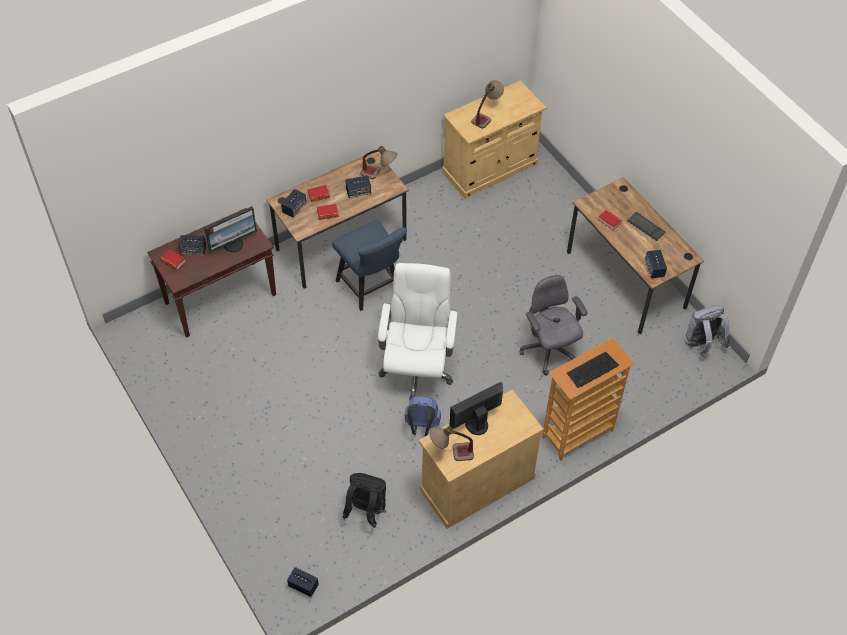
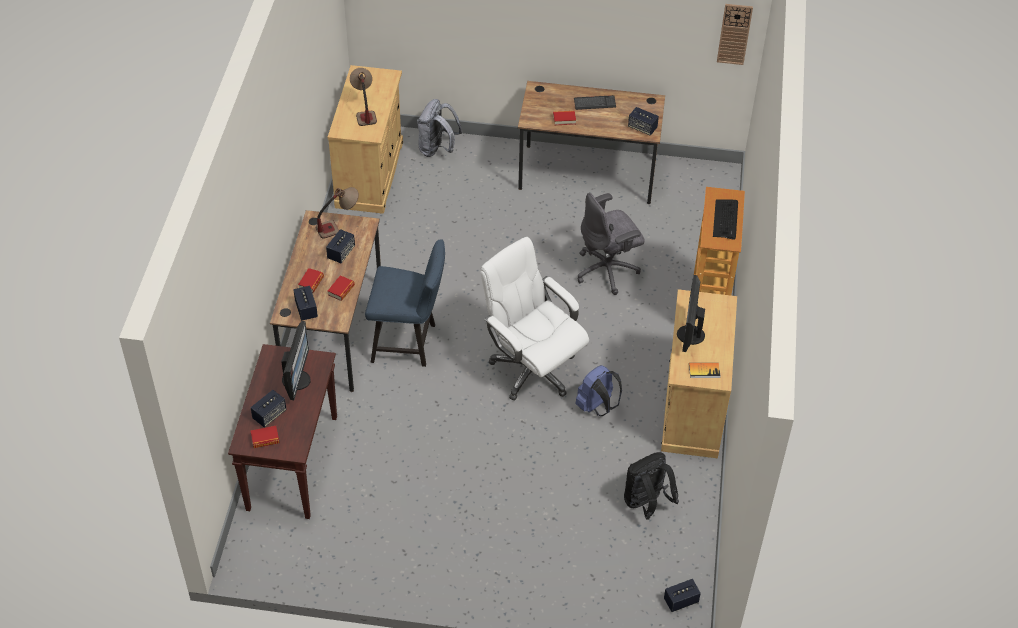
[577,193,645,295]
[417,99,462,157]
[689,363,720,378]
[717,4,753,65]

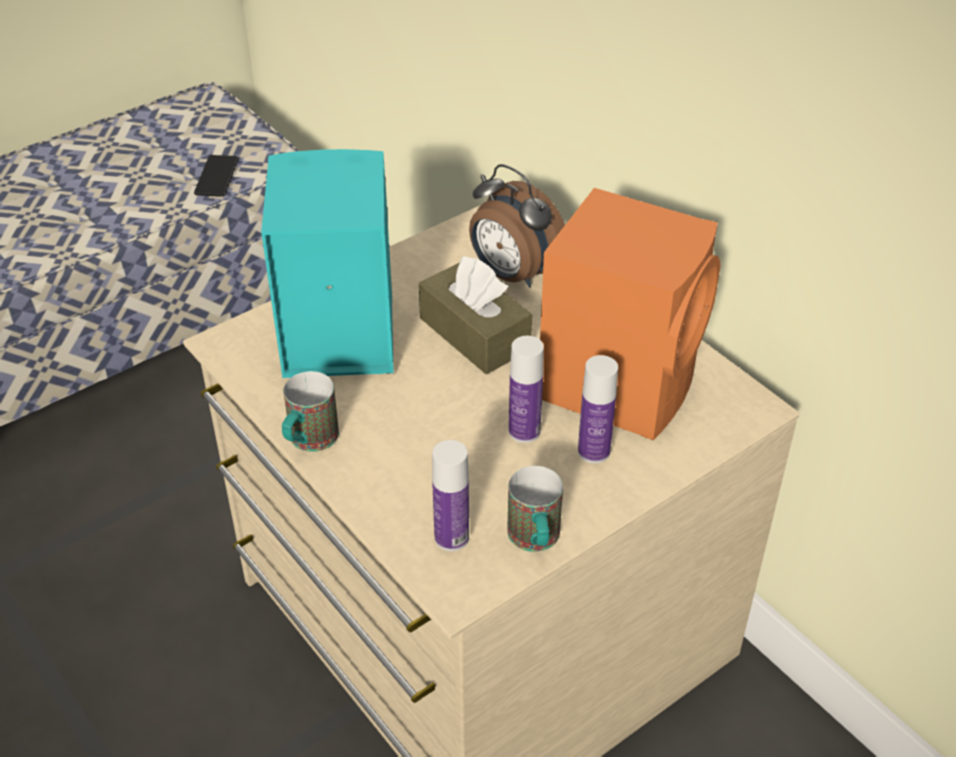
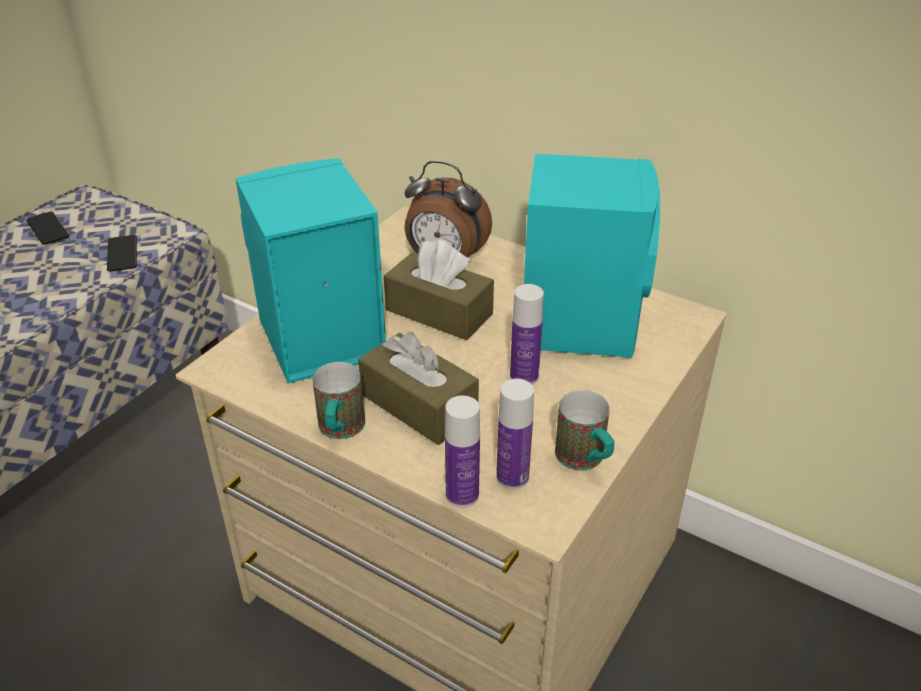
[524,154,660,358]
[445,395,480,508]
[26,211,70,245]
[358,332,479,445]

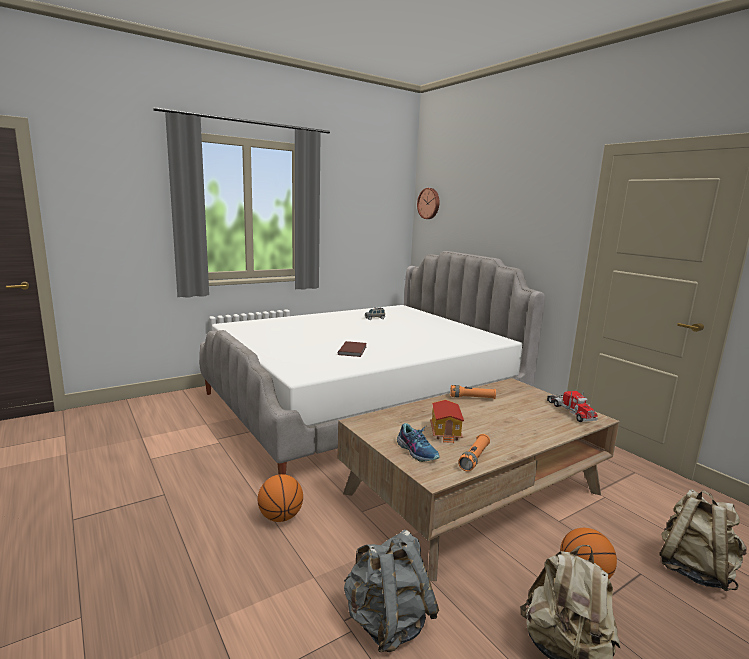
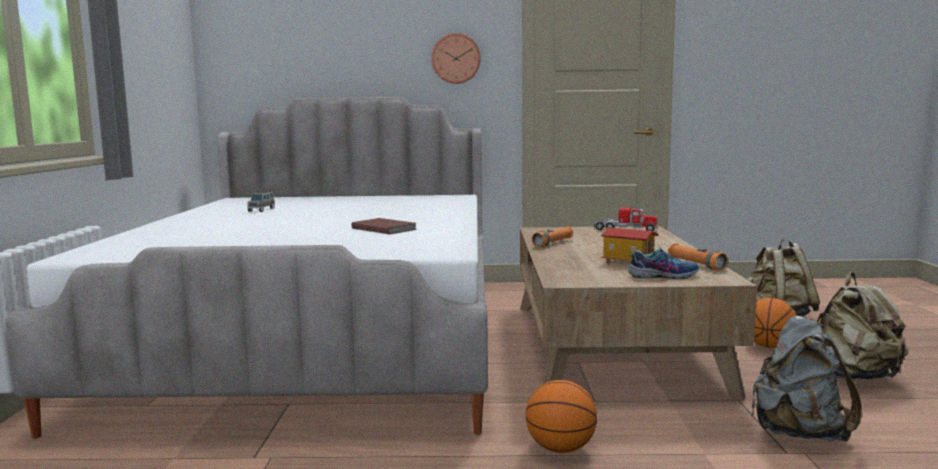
[432,33,481,84]

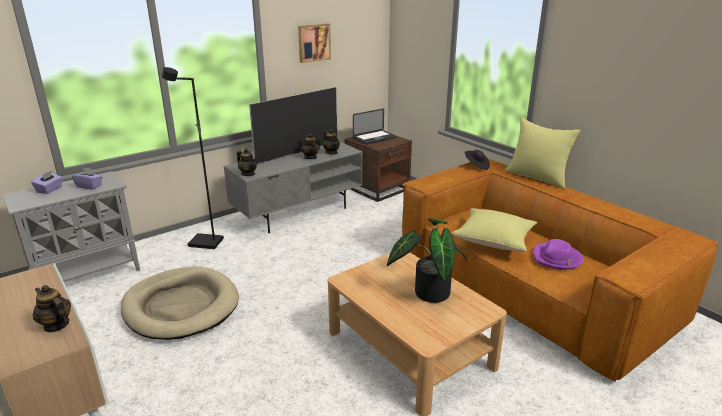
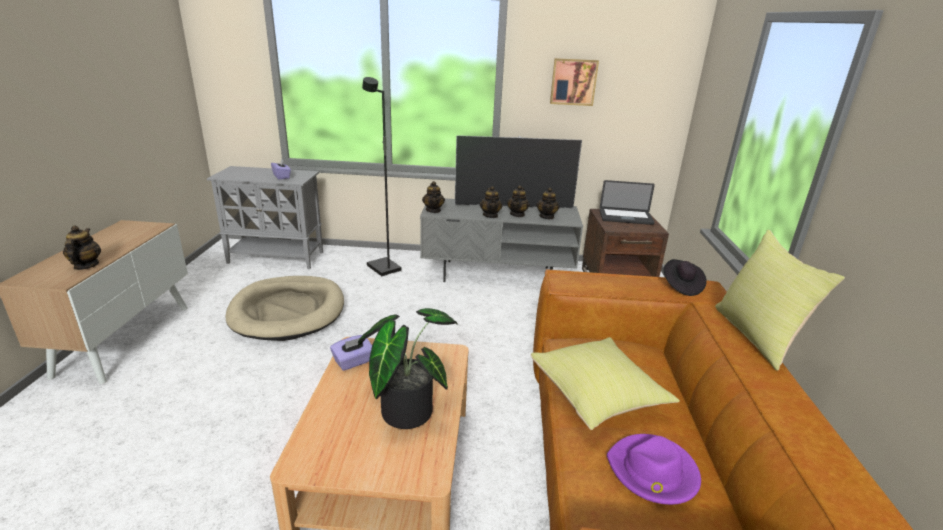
[330,335,372,371]
[480,186,503,218]

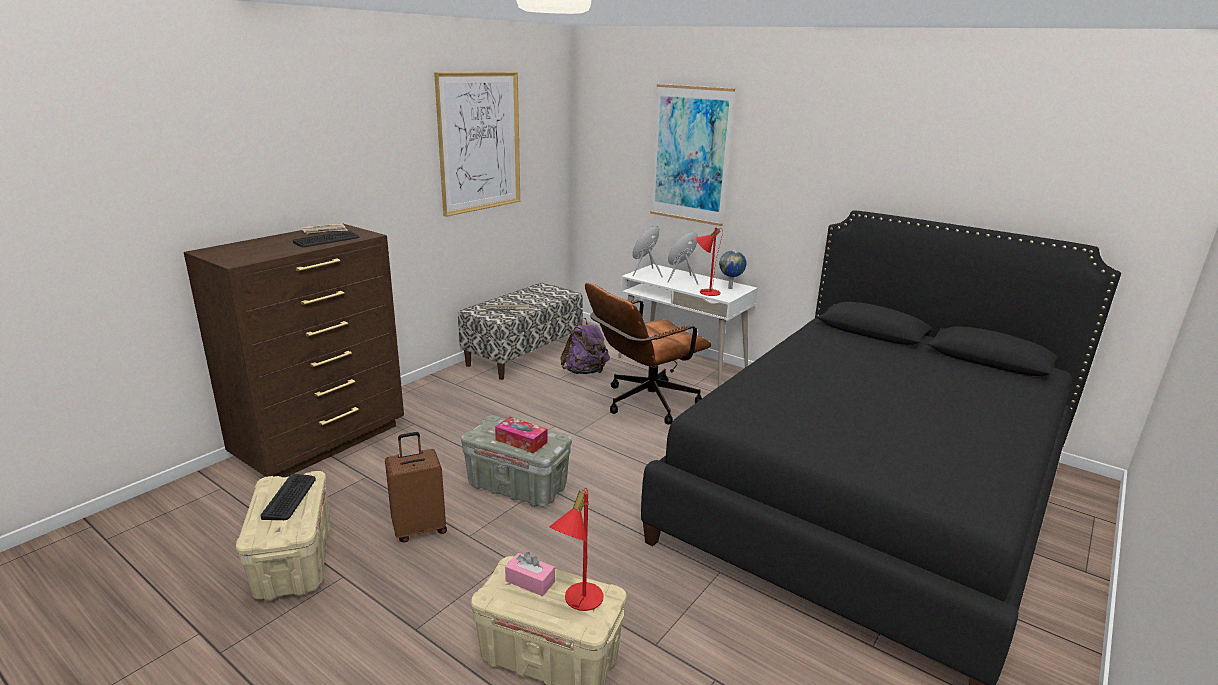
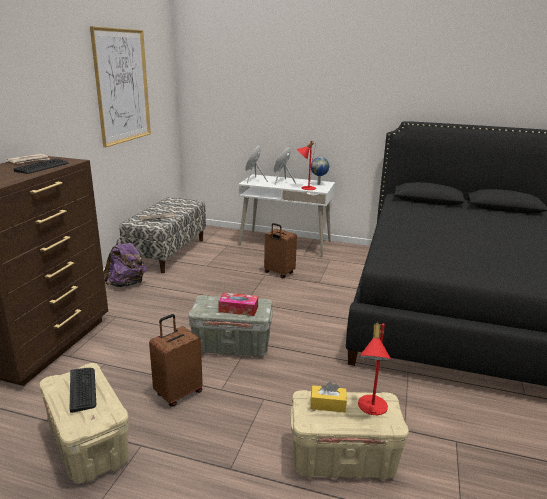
[650,84,735,226] (first image)
[264,223,297,278]
[104,238,147,287]
[311,382,347,412]

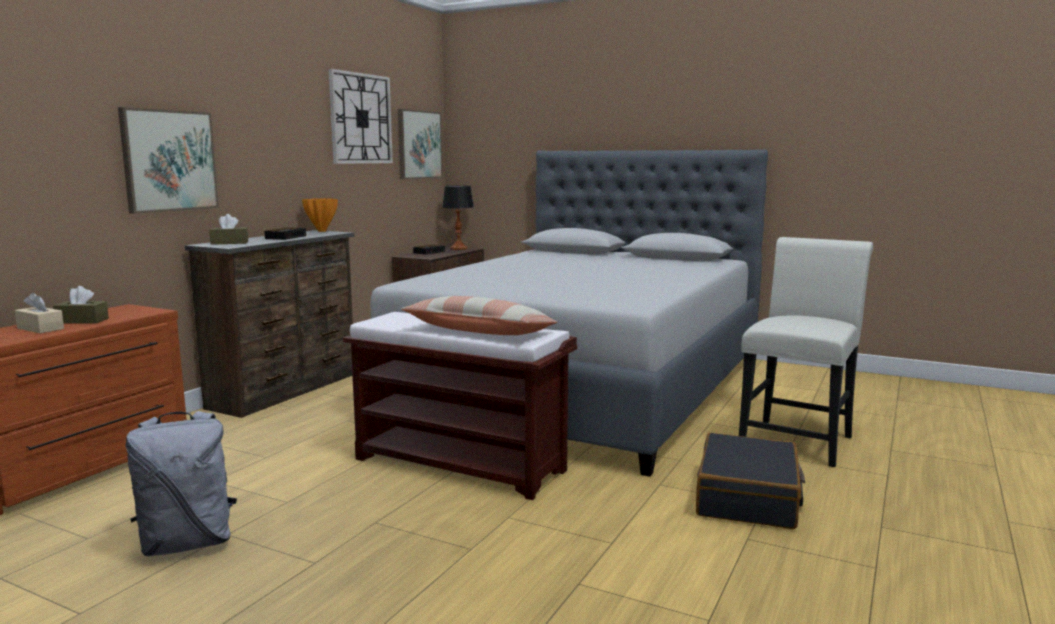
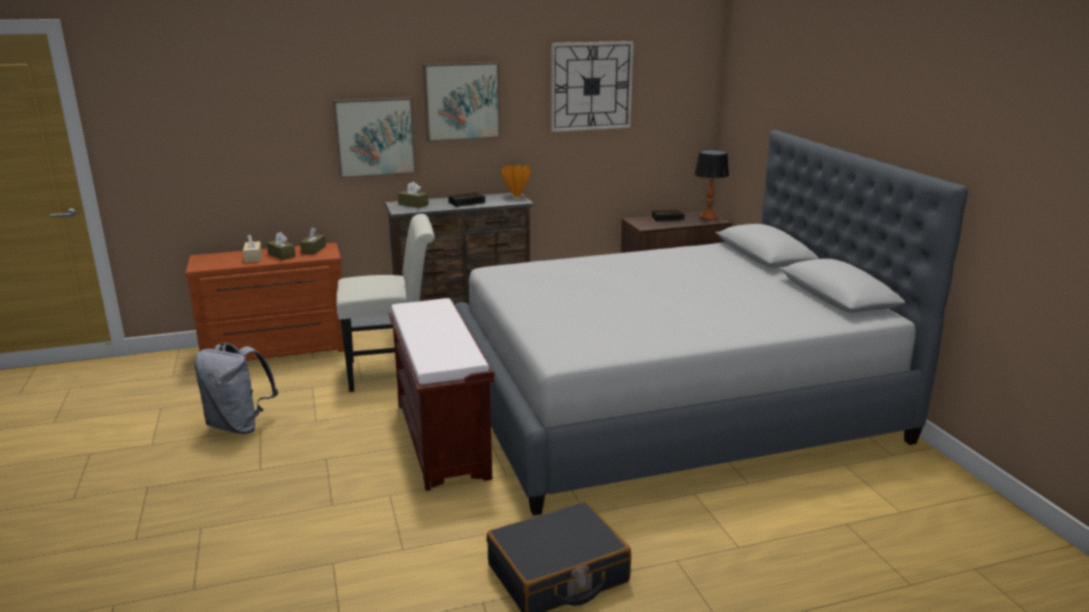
[423,62,501,142]
[336,214,435,392]
[401,296,558,335] (first image)
[300,227,326,254]

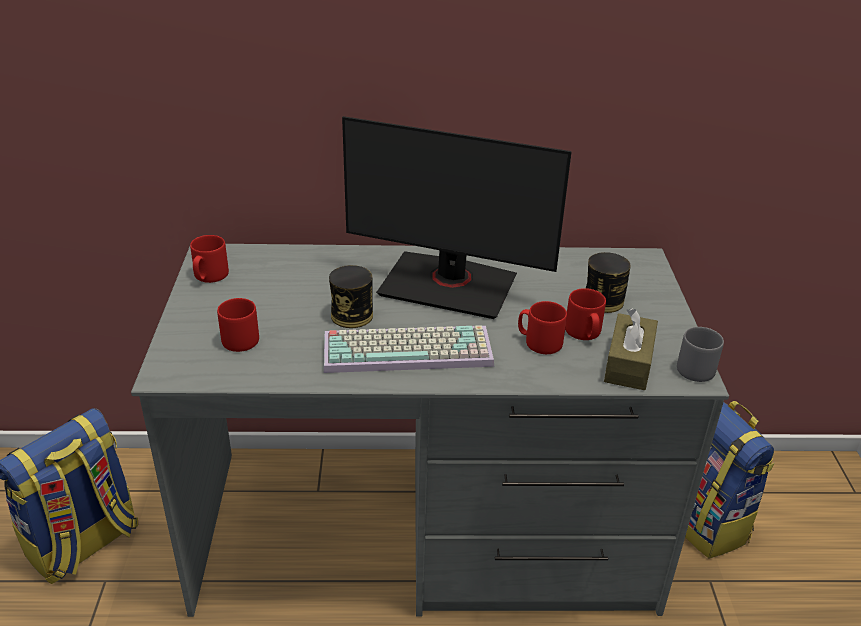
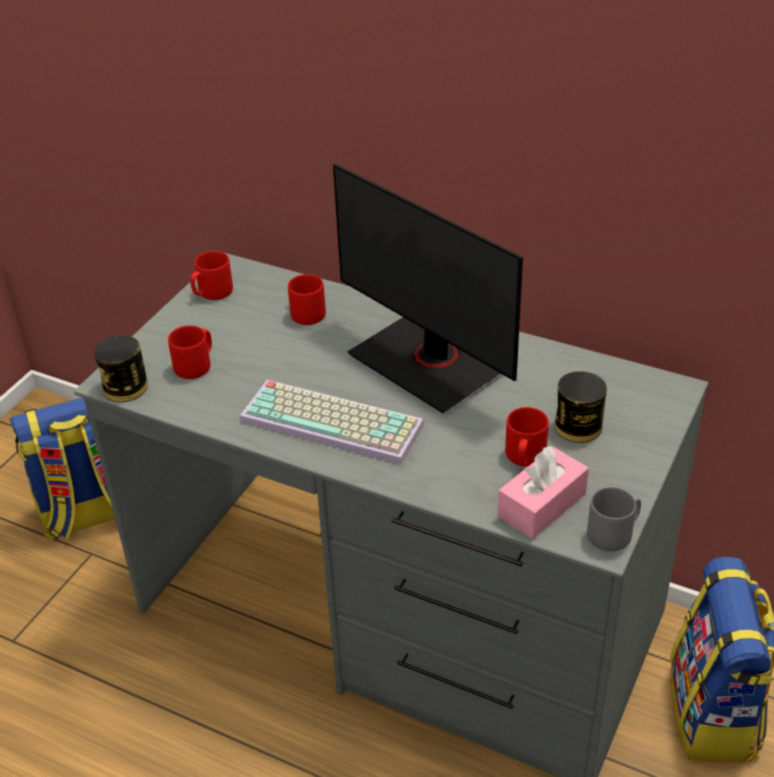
[93,335,148,402]
[288,274,326,325]
[498,446,589,539]

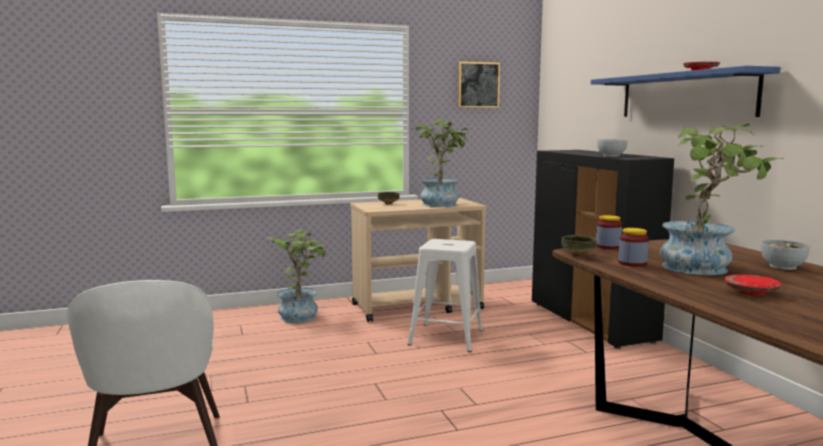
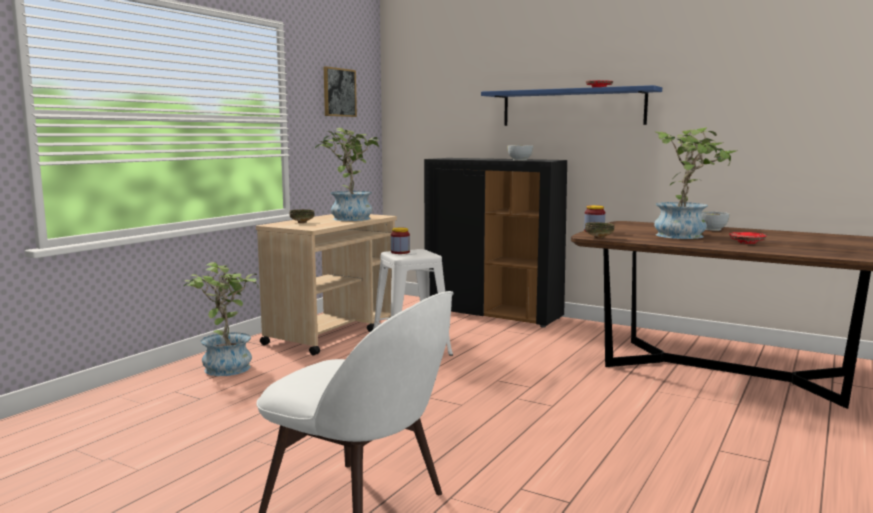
[391,228,410,254]

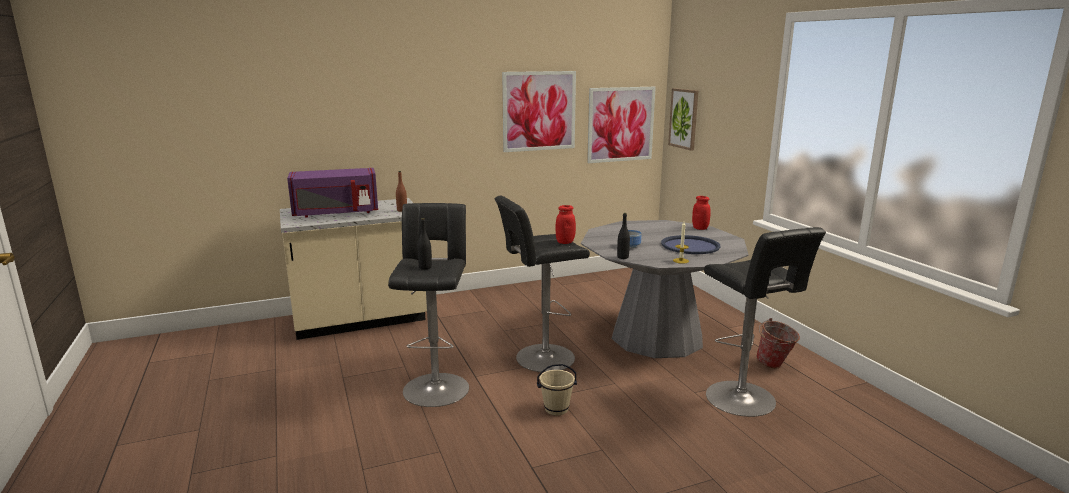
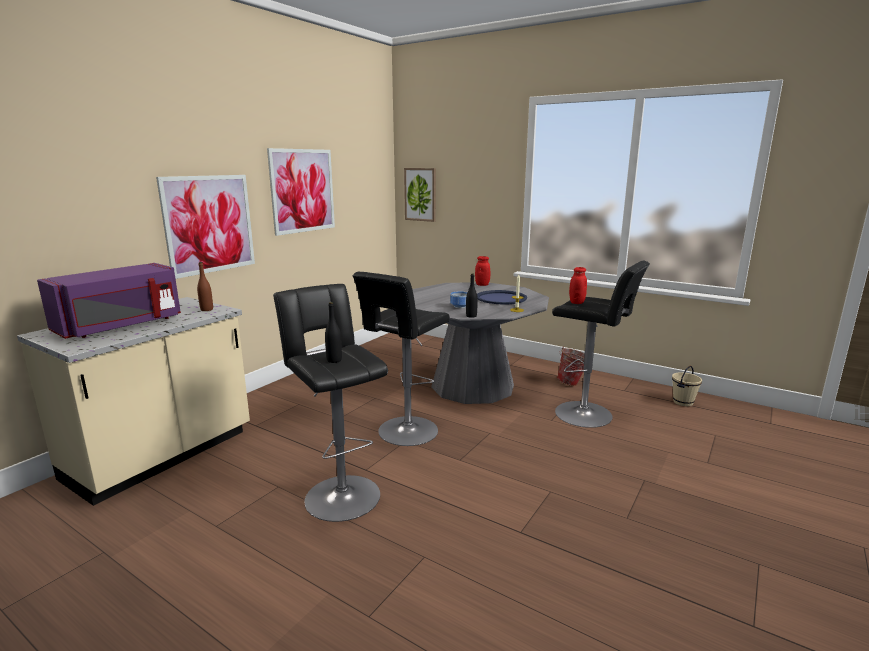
[156,175,255,279]
[569,267,587,304]
[672,366,702,406]

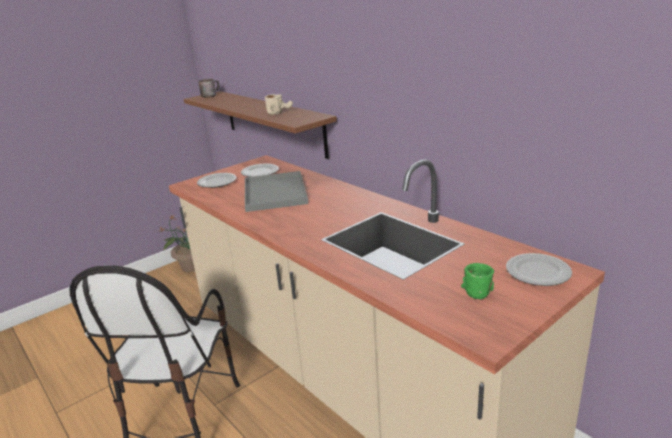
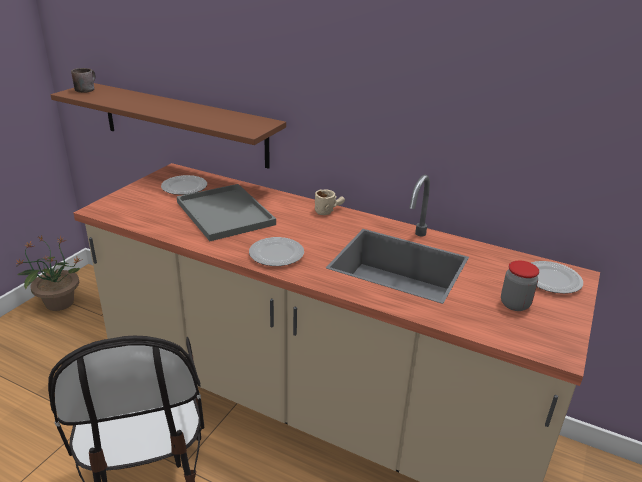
[315,190,345,215]
[249,237,304,266]
[501,261,539,311]

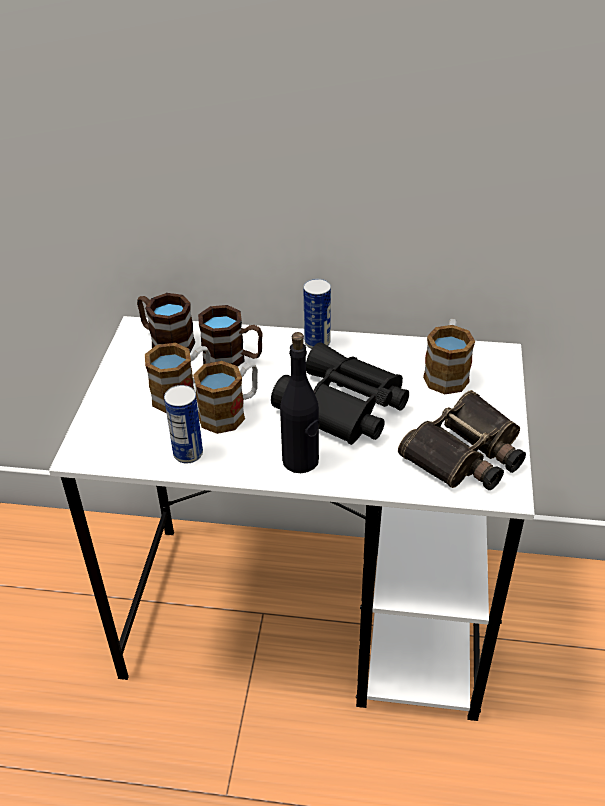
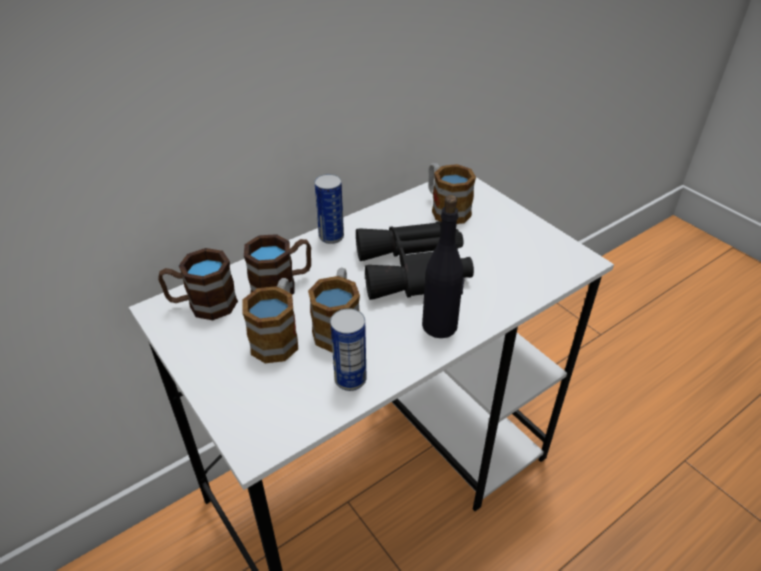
[398,390,526,491] (first image)

